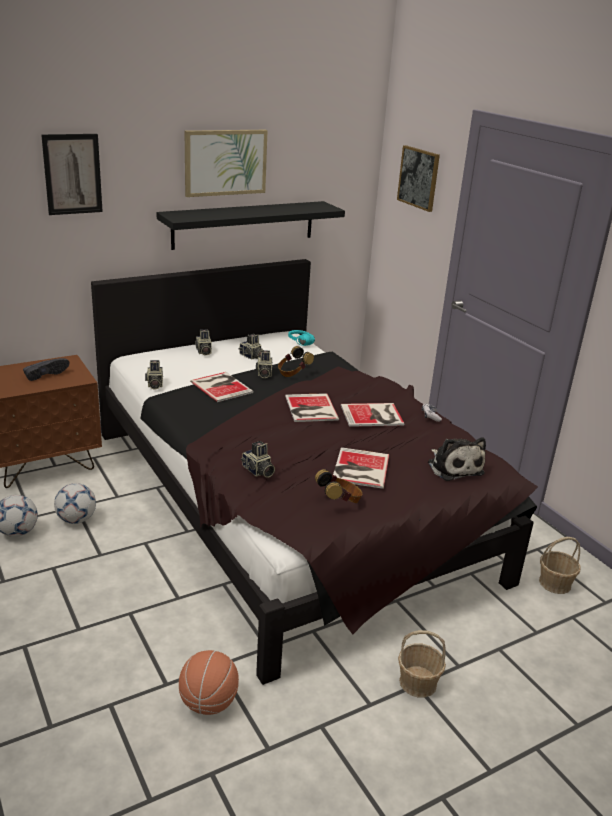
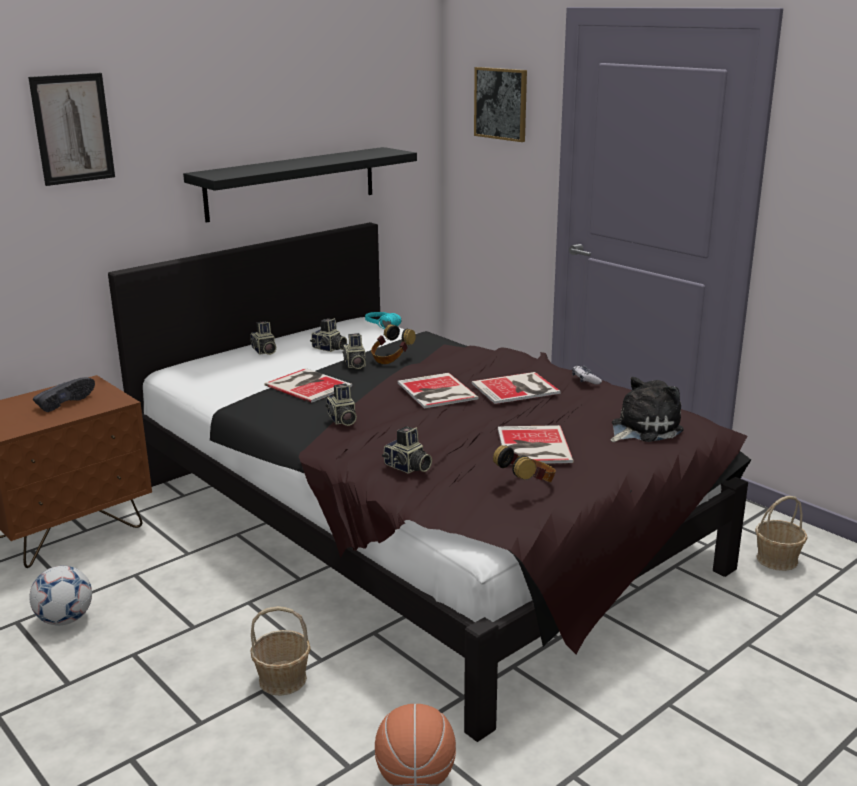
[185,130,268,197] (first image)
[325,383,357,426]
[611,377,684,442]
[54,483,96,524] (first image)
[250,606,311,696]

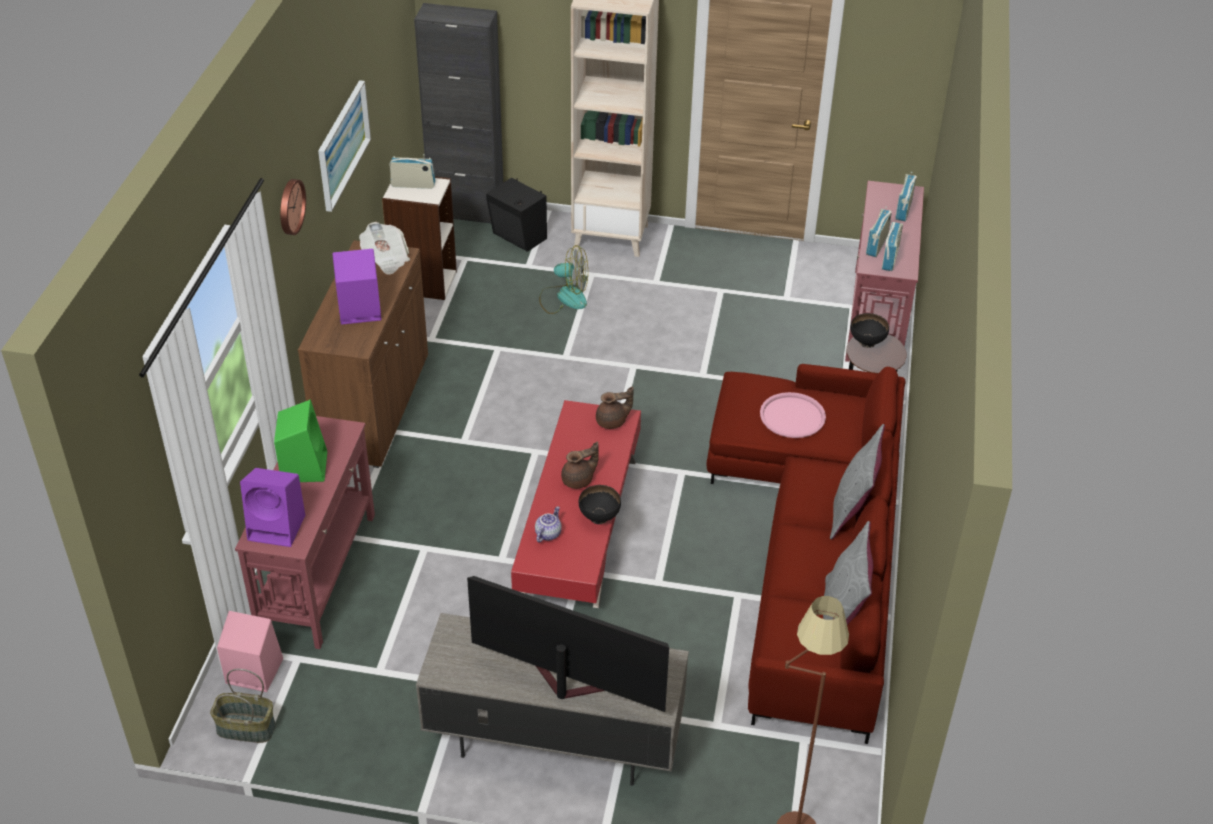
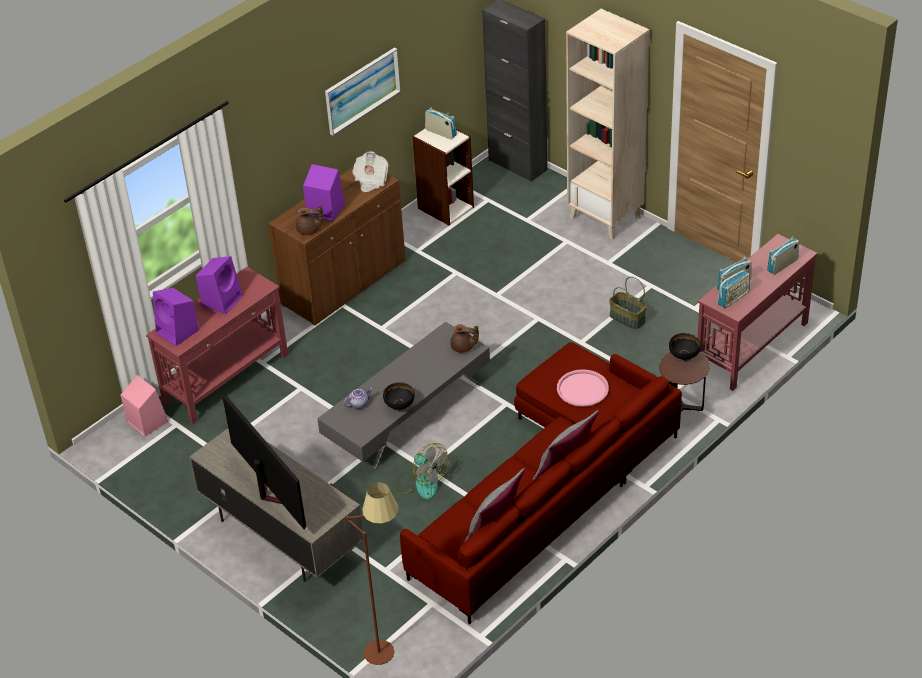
[486,178,547,252] (first image)
[280,179,306,235] (first image)
[396,443,449,499]
[196,256,243,314]
[317,322,490,469]
[296,206,323,235]
[609,277,647,329]

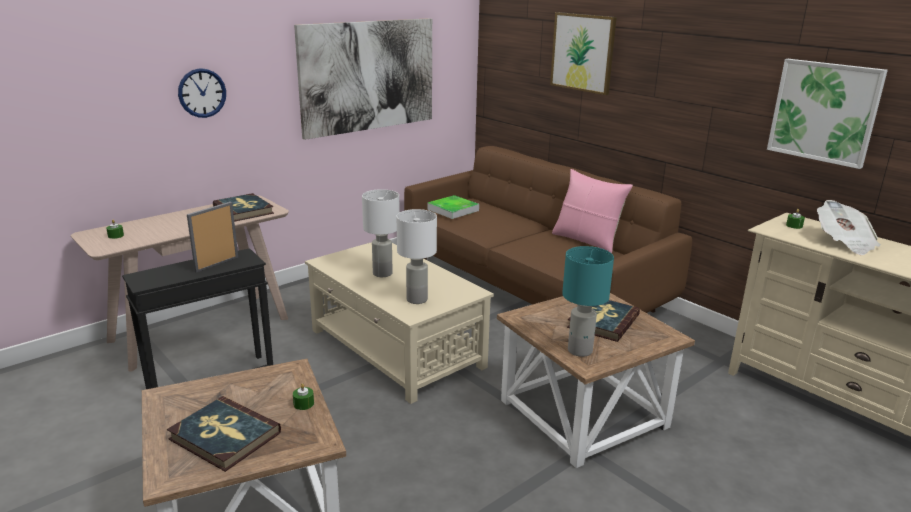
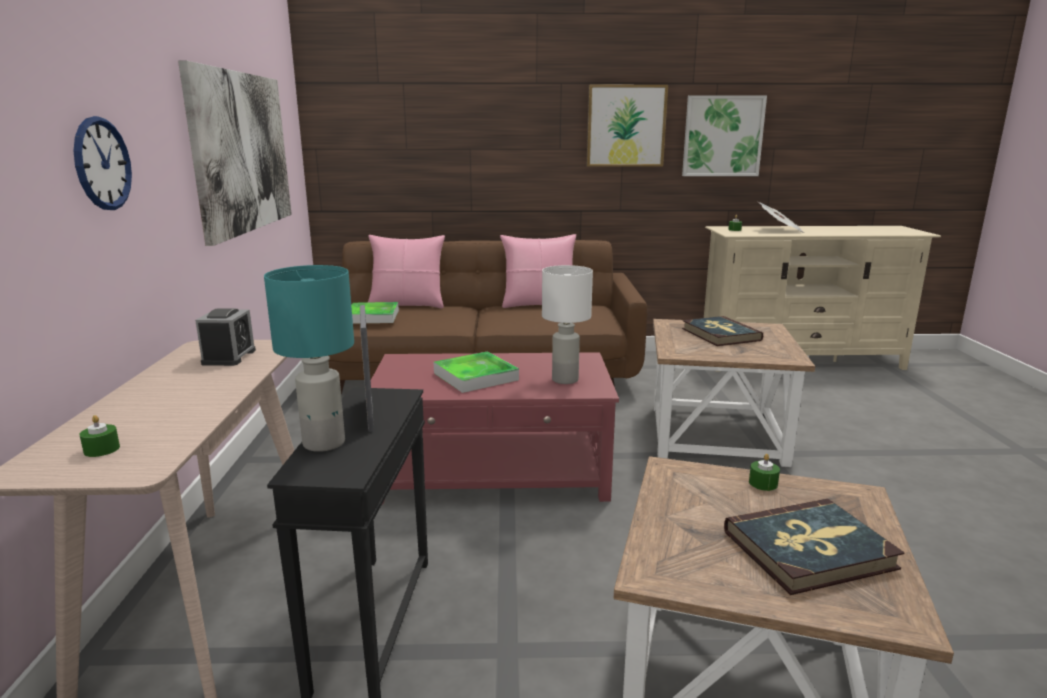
[587,85,668,167]
[434,351,519,393]
[195,308,256,366]
[371,352,619,504]
[264,265,354,452]
[368,235,445,308]

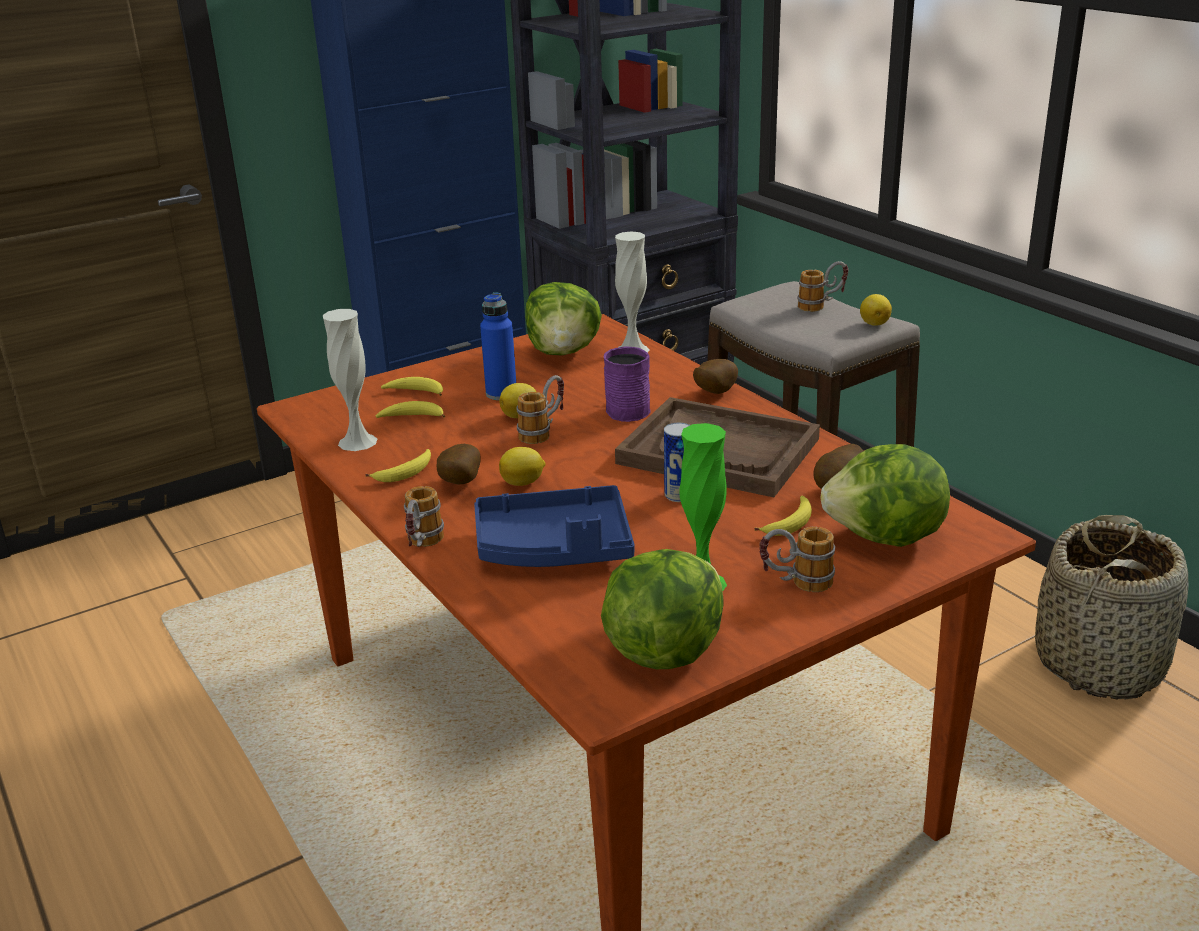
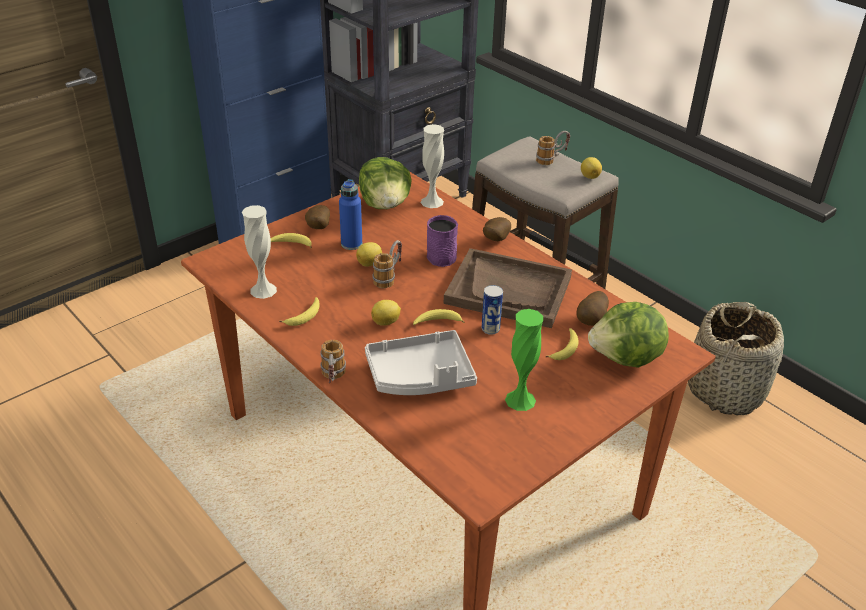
[413,309,465,325]
[305,205,330,229]
[365,330,477,395]
[759,527,835,592] (first image)
[601,549,723,669] (first image)

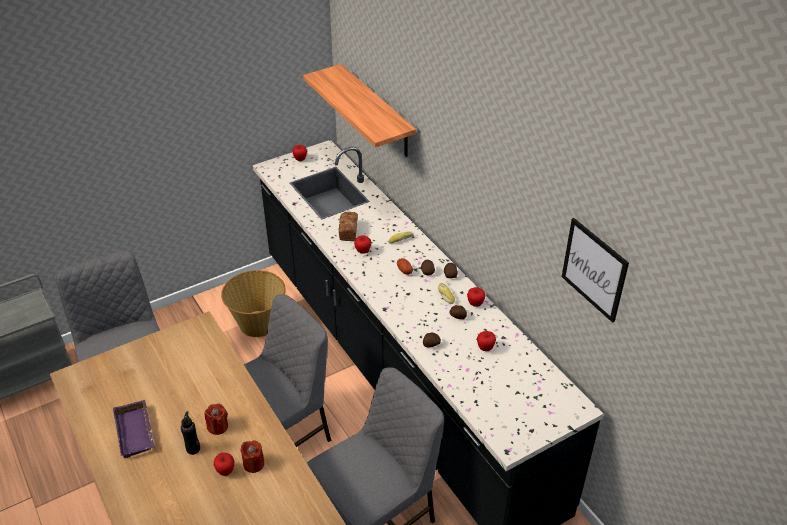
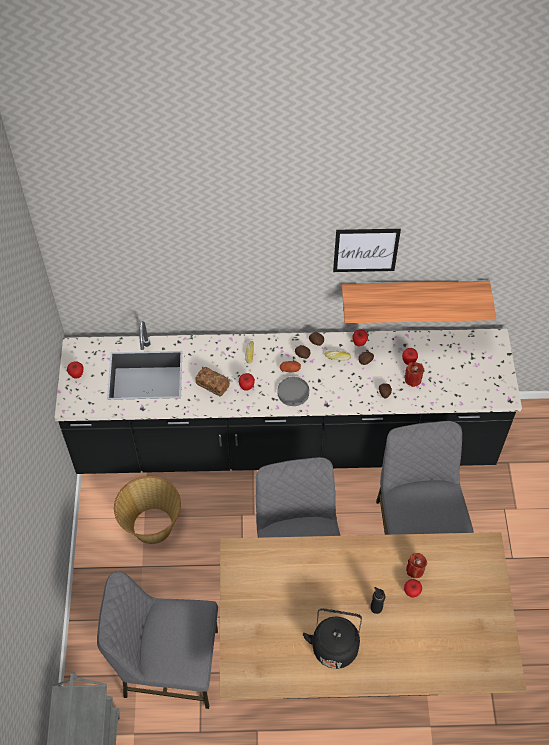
[342,281,496,323]
[333,229,401,272]
[303,608,362,669]
[404,362,424,387]
[278,377,309,406]

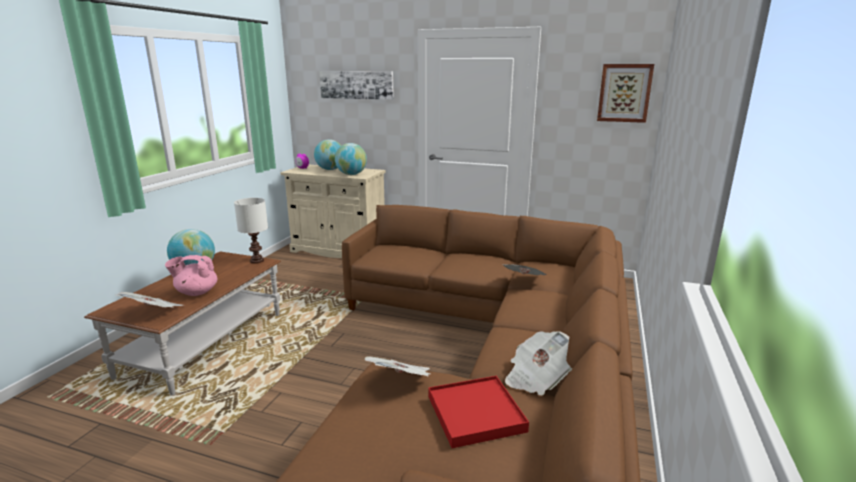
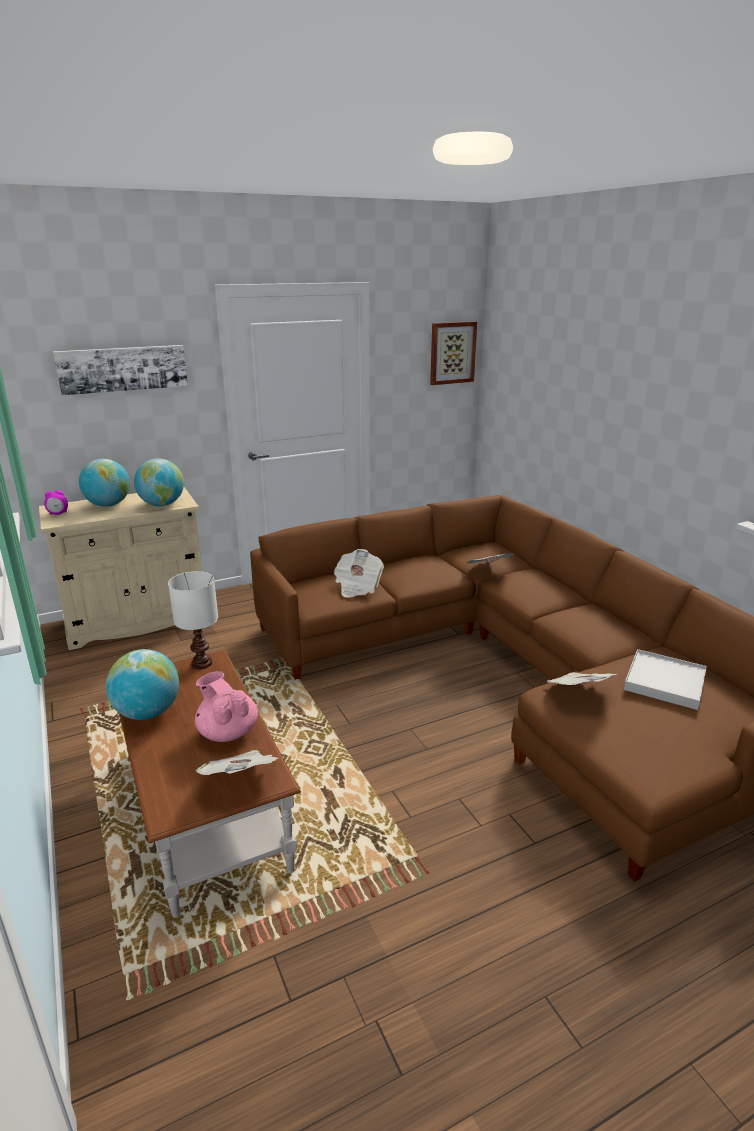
[195,671,258,742]
[334,549,384,597]
[624,649,707,710]

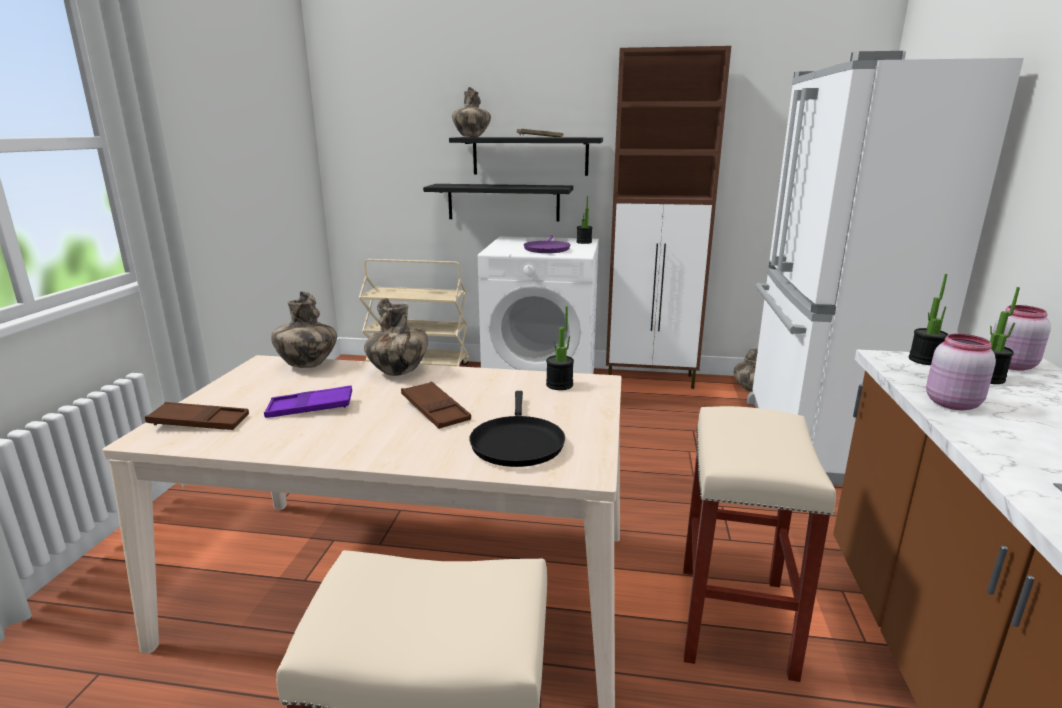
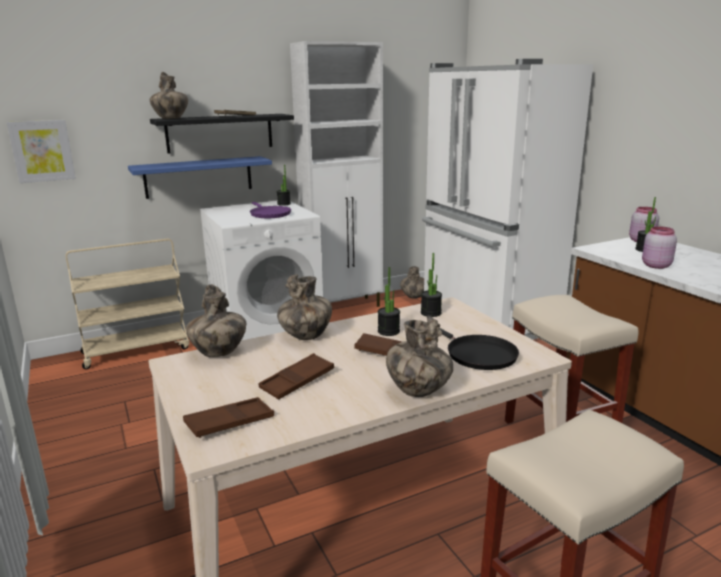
[290,41,383,307]
[128,156,272,199]
[378,267,400,336]
[259,353,334,399]
[7,120,76,183]
[386,316,453,397]

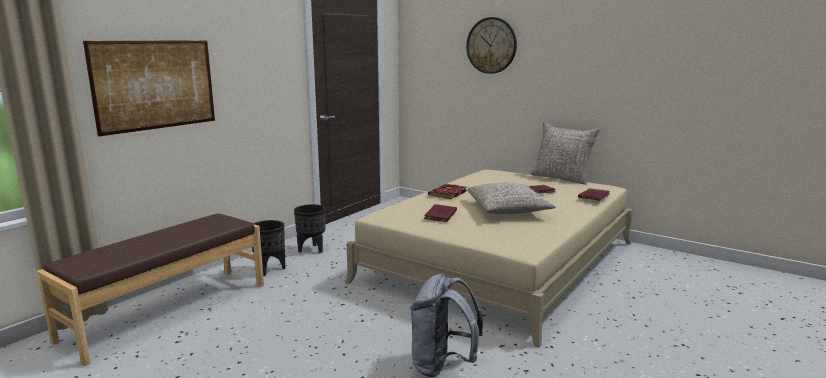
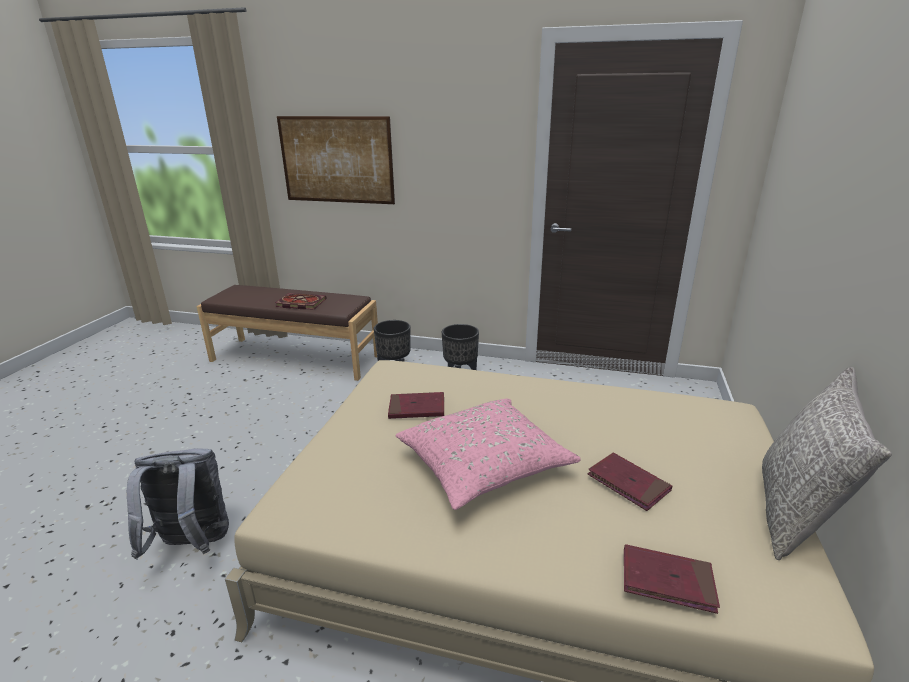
[466,17,517,74] (first image)
[396,399,581,510]
[275,293,326,310]

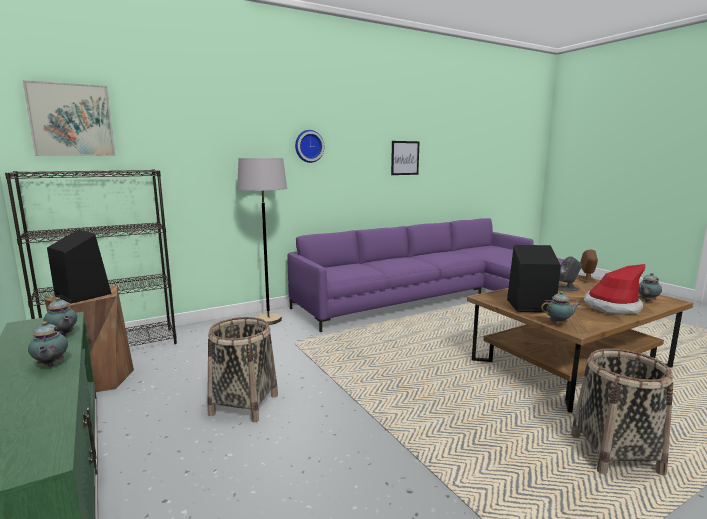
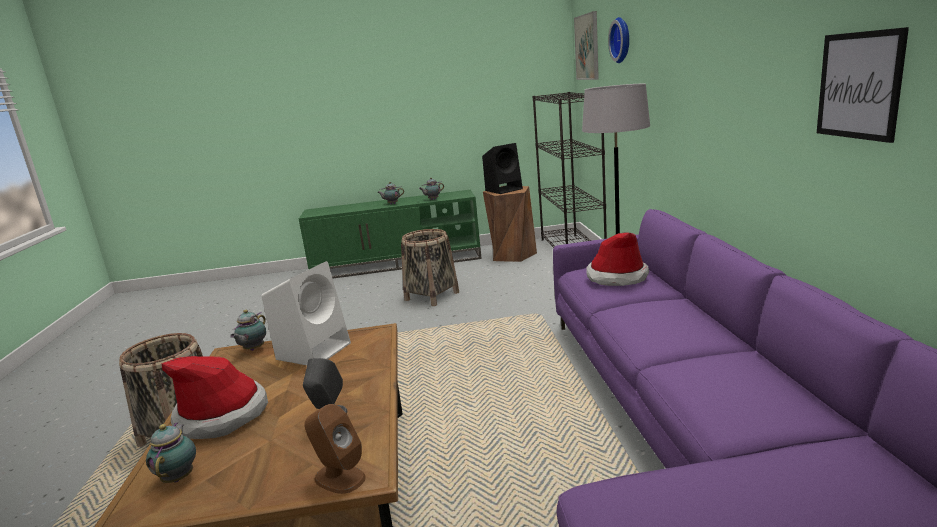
[608,17,629,63]
[261,261,351,365]
[586,233,649,286]

